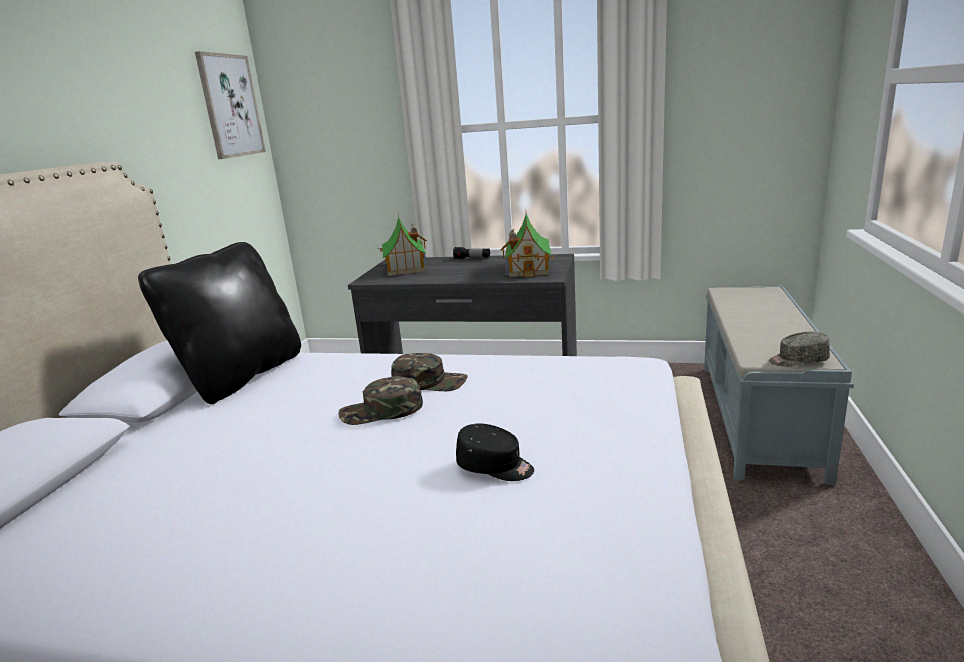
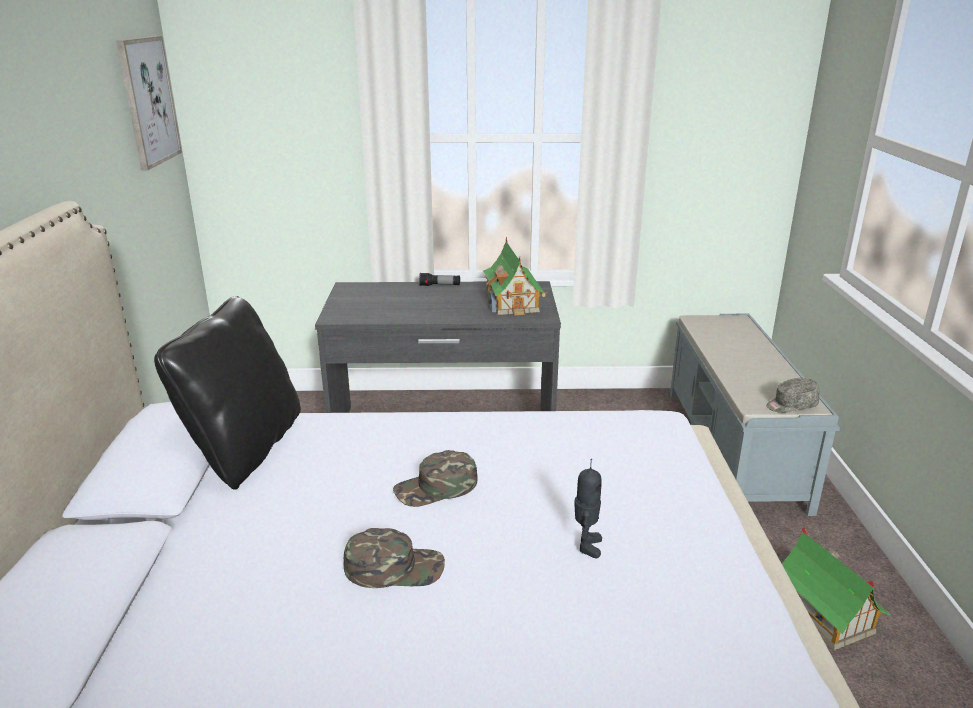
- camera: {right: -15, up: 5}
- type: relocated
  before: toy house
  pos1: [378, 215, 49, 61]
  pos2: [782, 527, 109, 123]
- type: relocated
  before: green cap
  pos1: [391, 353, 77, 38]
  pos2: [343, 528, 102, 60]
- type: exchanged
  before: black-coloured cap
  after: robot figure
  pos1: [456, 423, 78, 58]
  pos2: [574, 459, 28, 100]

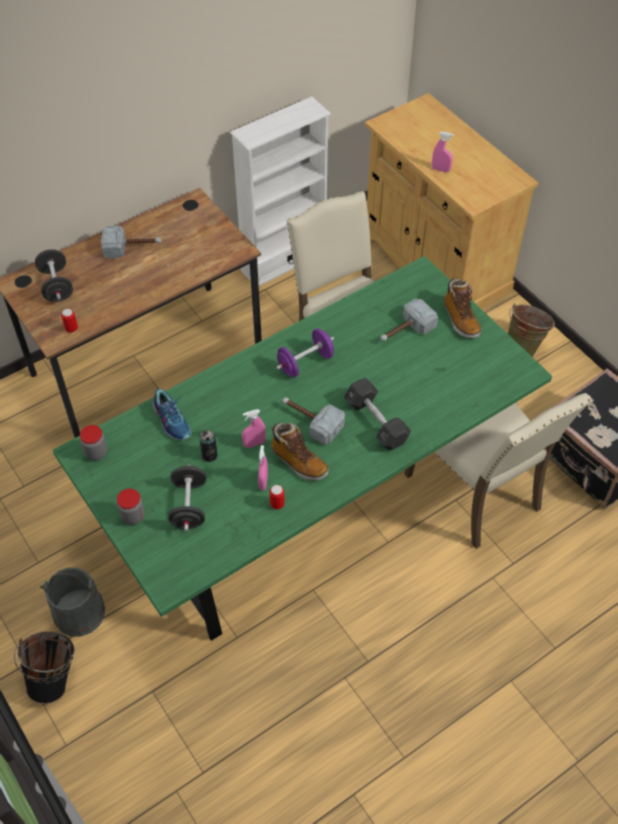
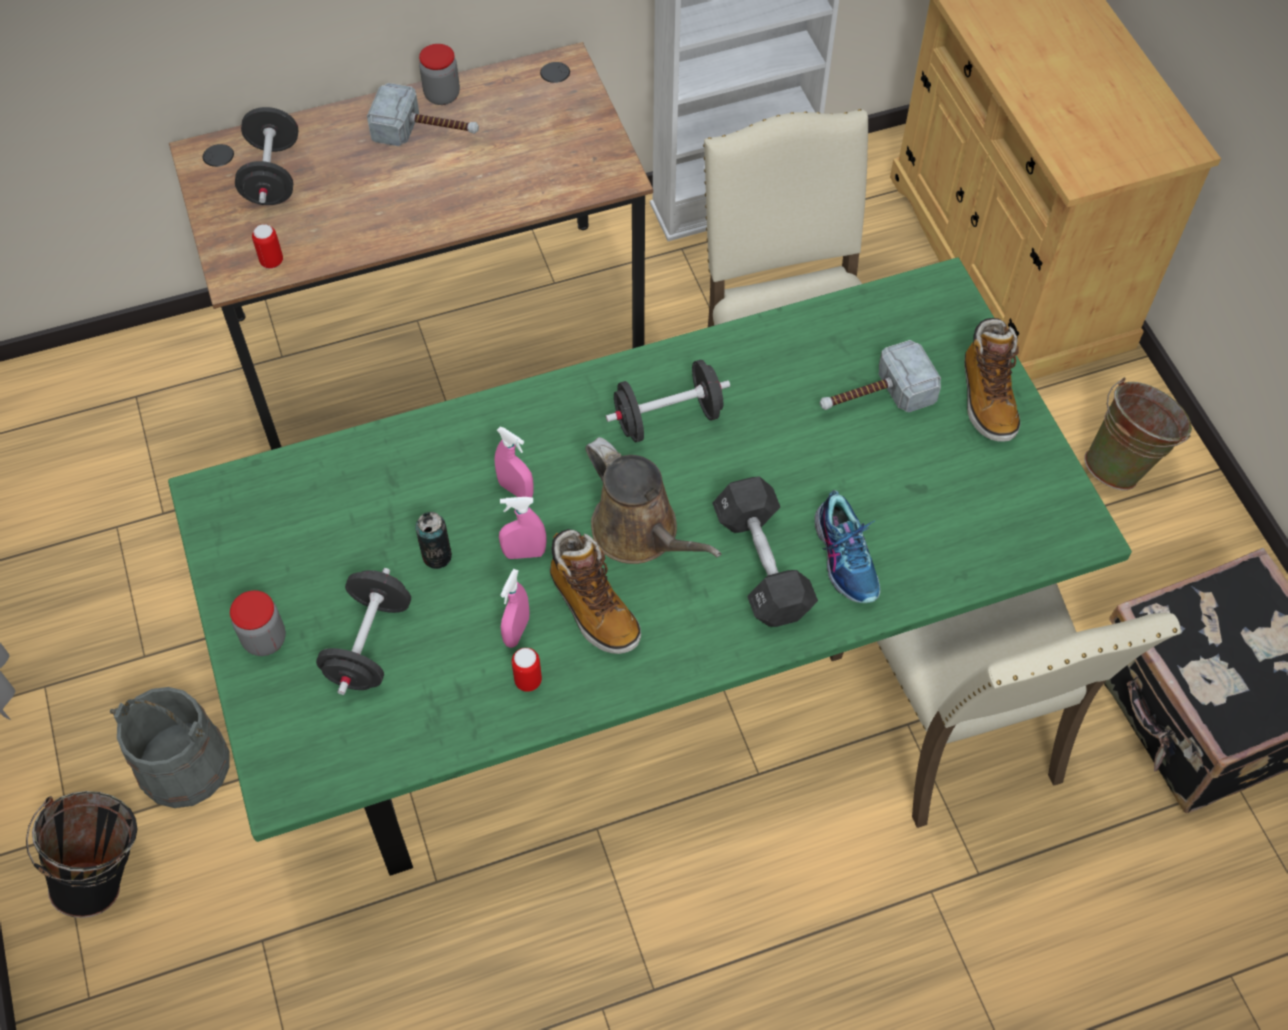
- camera: {right: 15, up: 5}
- type: relocated
  before: jar
  pos1: [80, 425, 27, 36]
  pos2: [419, 44, 41, 61]
- type: relocated
  before: item of footwear
  pos1: [152, 388, 39, 52]
  pos2: [815, 490, 65, 113]
- type: relocated
  before: pink hand sprayer
  pos1: [432, 131, 22, 41]
  pos2: [494, 426, 40, 71]
- type: exchanged
  before: hammer
  after: brown-coloured watering pot
  pos1: [282, 397, 63, 47]
  pos2: [586, 437, 135, 127]
- type: colour
  before: purple-coloured hand weight
  after: black-coloured hand weight
  pos1: [276, 328, 58, 49]
  pos2: [606, 360, 124, 82]

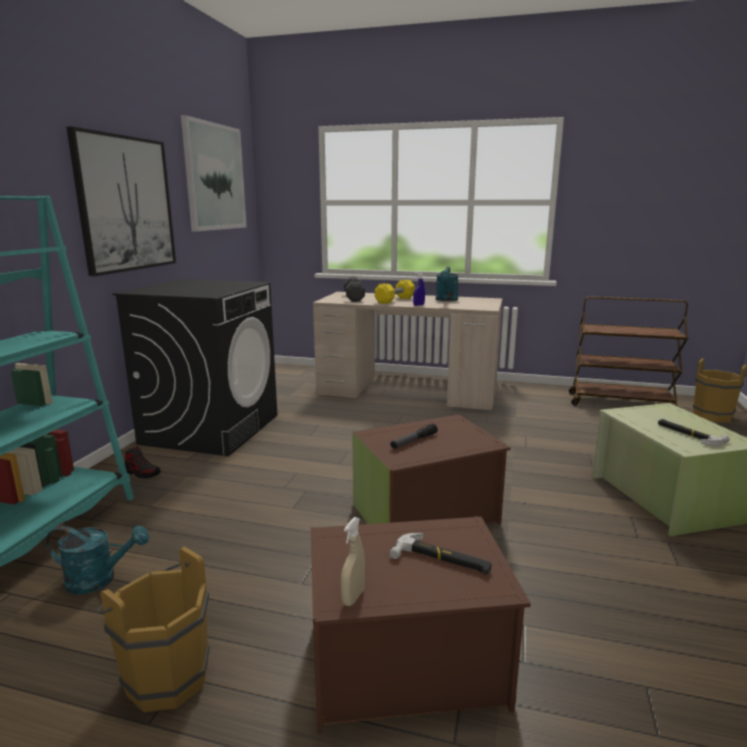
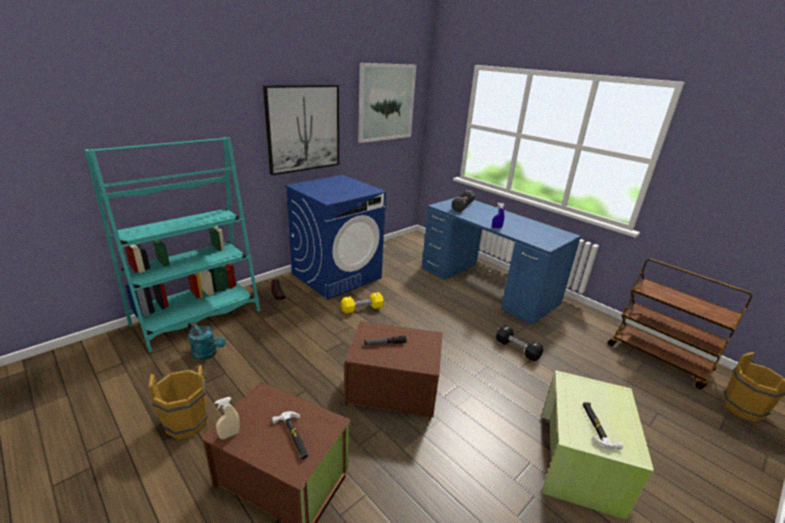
- camera: {right: 30, up: 10}
- type: missing
  before: turquoise-coloured watering pot
  pos1: [436, 267, 23, 34]
- type: appeared
  after: black-coloured hand weight
  pos2: [496, 325, 47, 37]
- type: relocated
  before: yellow hand weight
  pos1: [375, 280, 40, 24]
  pos2: [341, 292, 43, 22]
- type: colour
  before: black-coloured laundry appliance
  after: bluish laundry appliance
  pos1: [112, 279, 165, 177]
  pos2: [285, 175, 101, 125]
- type: colour
  before: beige desk table
  after: bluish desk table
  pos1: [313, 292, 189, 118]
  pos2: [422, 197, 159, 128]

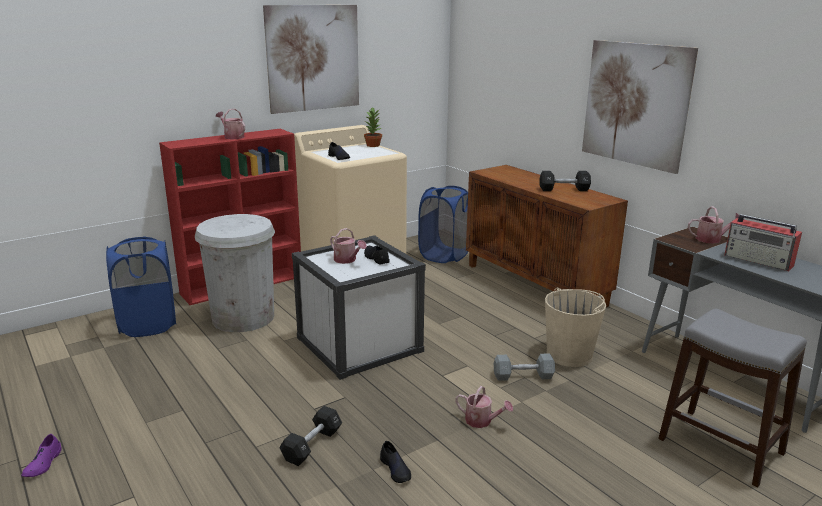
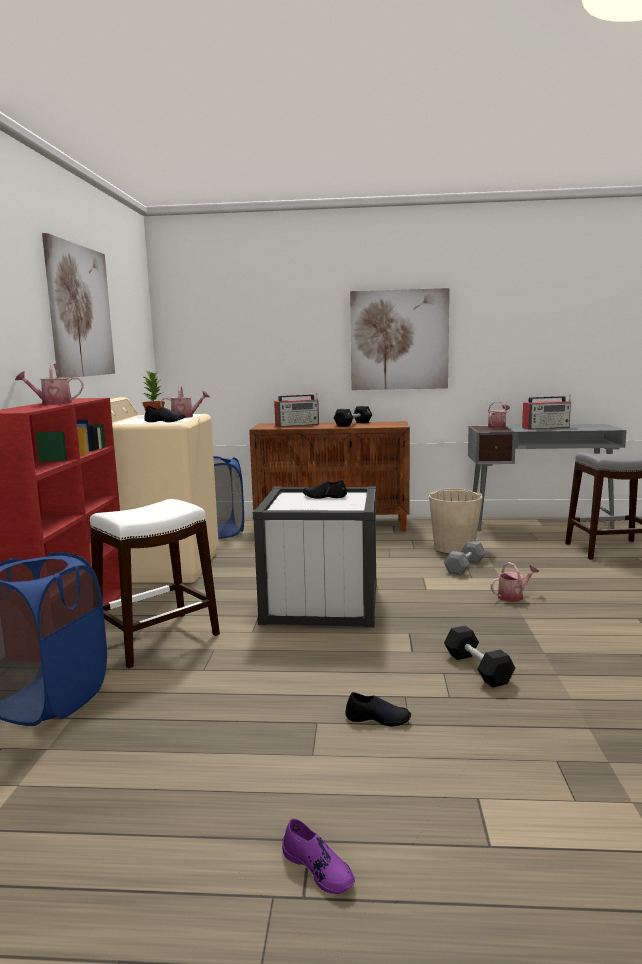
- camera: {right: -50, up: -10}
- type: appeared
  after: radio set
  pos2: [274, 393, 45, 34]
- type: relocated
  before: watering pot
  pos1: [330, 228, 37, 36]
  pos2: [160, 386, 50, 32]
- type: relocated
  before: black-coloured item of footwear
  pos1: [380, 441, 31, 42]
  pos2: [345, 692, 66, 34]
- type: exchanged
  before: whitish trash can
  after: whitish stool
  pos1: [195, 214, 80, 118]
  pos2: [90, 499, 130, 169]

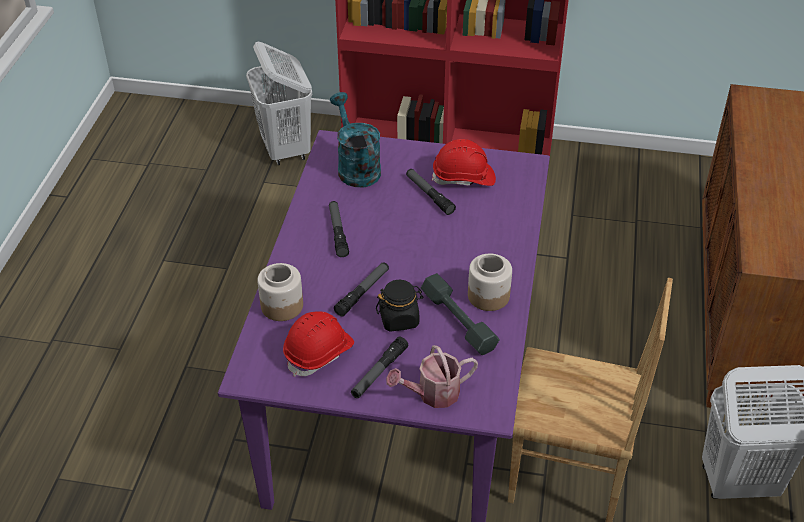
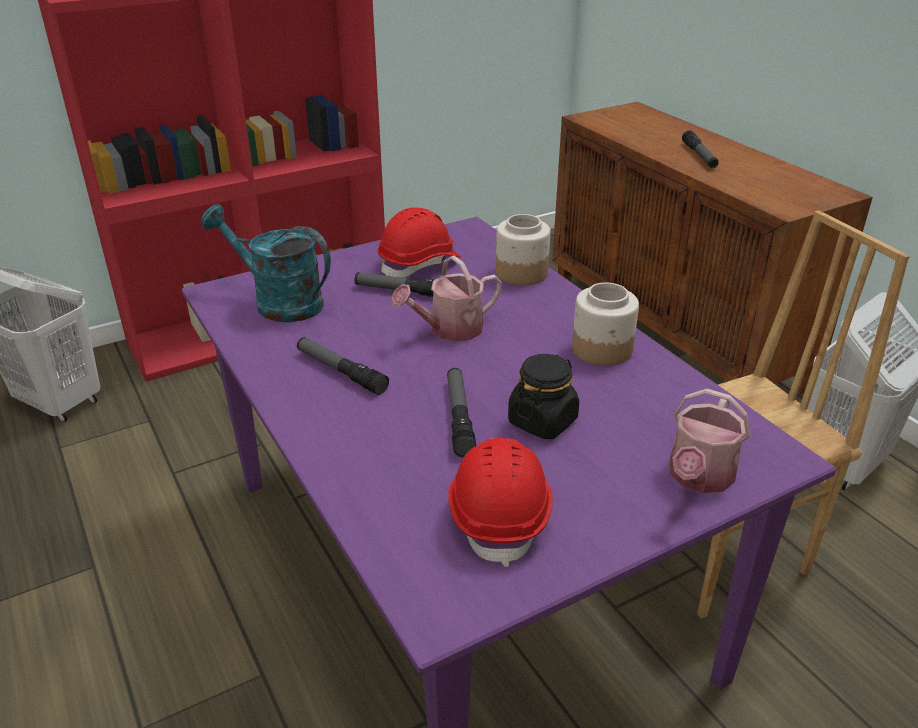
- camera: {right: -40, up: -10}
- type: missing
  before: greyish hand weight
  pos1: [421, 273, 79, 82]
- type: appeared
  after: watering pot
  pos2: [391, 255, 111, 87]
- type: relocated
  before: jar
  pos1: [257, 263, 46, 58]
  pos2: [496, 214, 54, 72]
- type: relocated
  before: flashlight
  pos1: [351, 337, 57, 61]
  pos2: [682, 130, 37, 38]

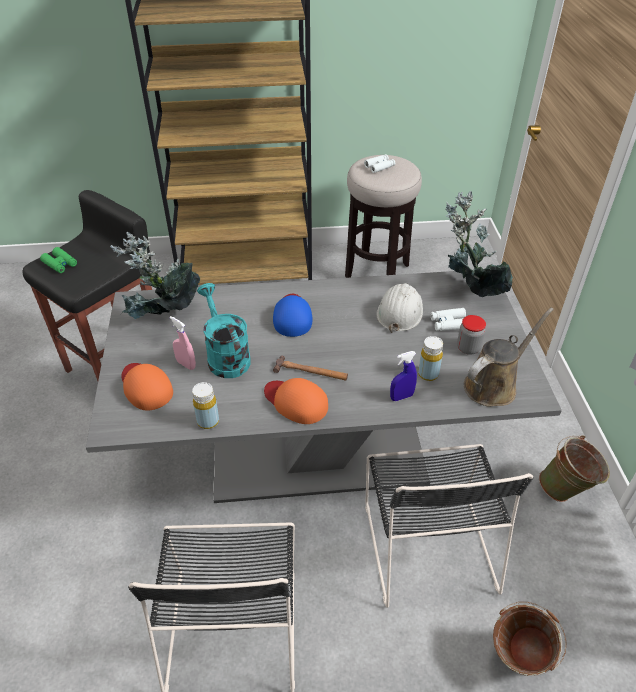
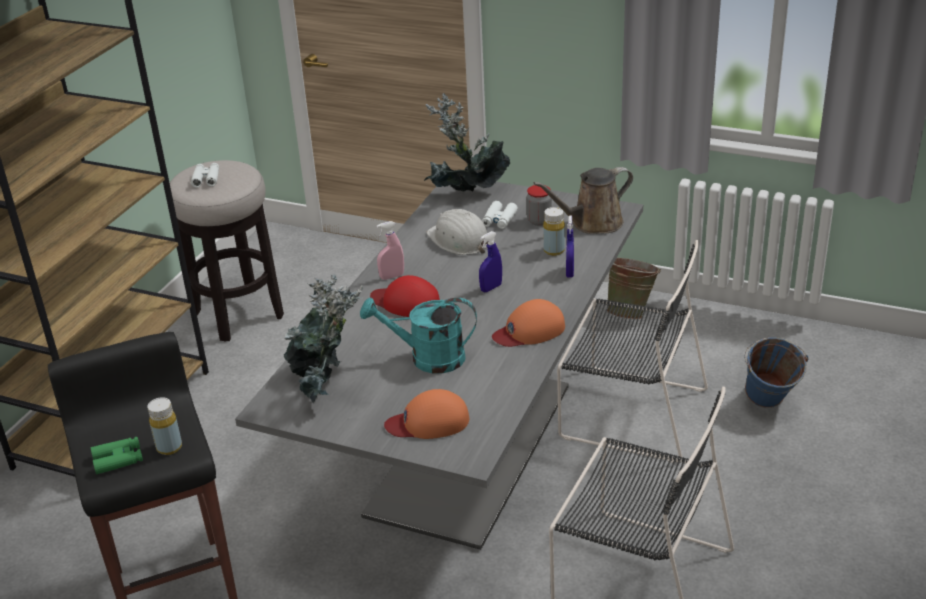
- camera: {right: -60, up: -10}
- type: missing
  before: hammer
  pos1: [273, 356, 75, 25]
- type: appeared
  after: bluish hand sprayer
  pos2: [479, 231, 23, 61]
- type: relocated
  before: pink hand sprayer
  pos1: [170, 316, 26, 54]
  pos2: [377, 221, 27, 59]
- type: relocated
  before: yellow drink bottle
  pos1: [192, 382, 27, 47]
  pos2: [147, 397, 35, 58]
- type: colour
  before: bluish cap
  after: red-coloured cap
  pos1: [273, 294, 40, 43]
  pos2: [370, 275, 70, 42]
- type: colour
  before: brown-coloured bucket
  after: bluish bucket
  pos1: [493, 602, 74, 74]
  pos2: [744, 337, 65, 71]
- type: spun
  before: brown-coloured watering pot
  pos1: [464, 308, 90, 99]
  pos2: [533, 167, 100, 67]
  turn: -105

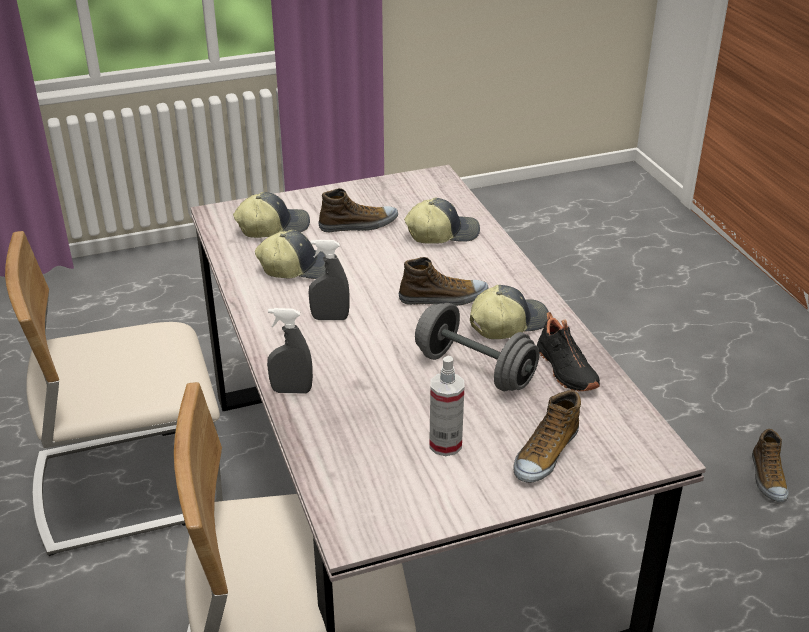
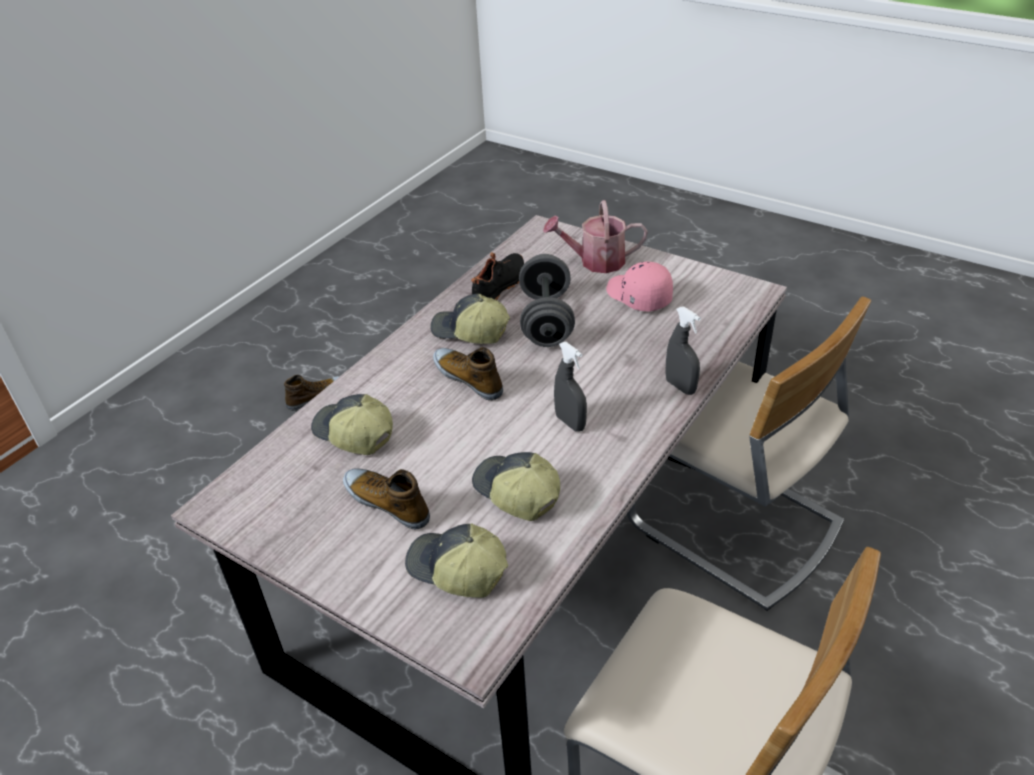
- camera: {right: -125, up: 5}
- type: exchanged
  before: hand sprayer
  after: pink cap
  pos1: [429, 356, 35, 100]
  pos2: [606, 262, 67, 50]
- type: exchanged
  before: item of footwear
  after: watering pot
  pos1: [513, 390, 68, 93]
  pos2: [543, 200, 105, 73]

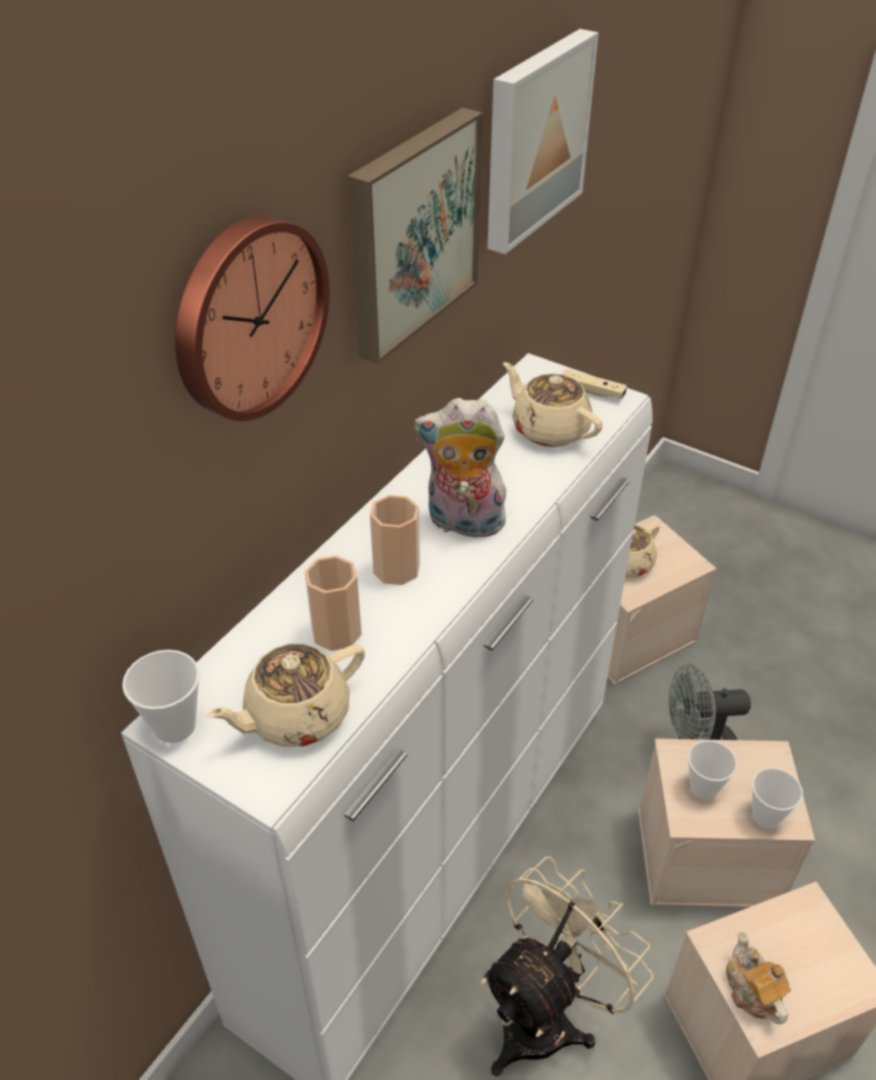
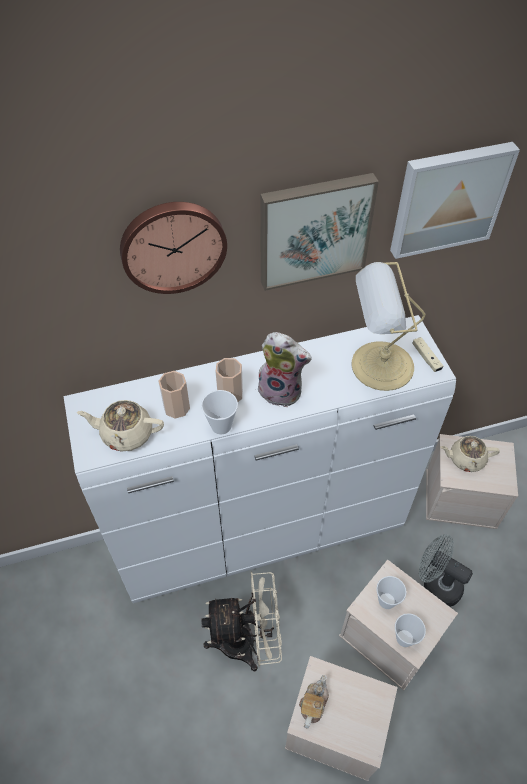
- camera: {right: 40, up: 10}
- type: relocated
  before: drinking cup
  pos1: [122, 650, 78, 93]
  pos2: [201, 390, 37, 44]
- type: exchanged
  before: beige tea pot
  after: table lamp
  pos1: [503, 362, 100, 85]
  pos2: [352, 262, 73, 129]
- type: spun
  before: plush toy
  pos1: [414, 398, 95, 140]
  pos2: [258, 332, 54, 75]
  turn: 150

